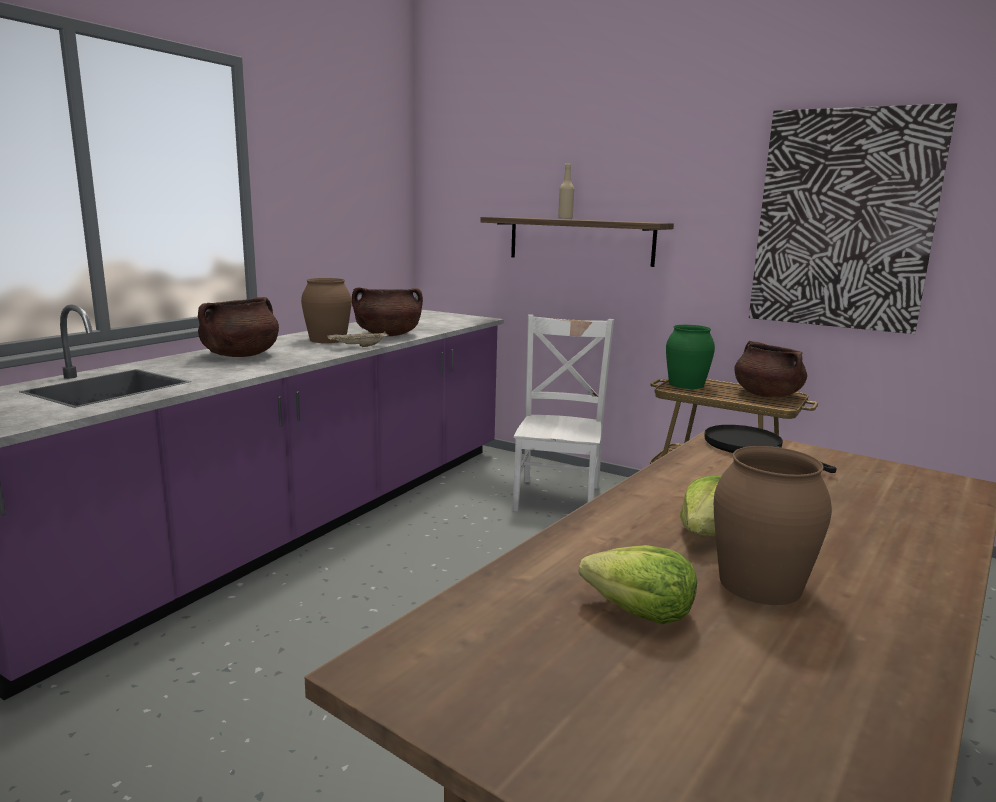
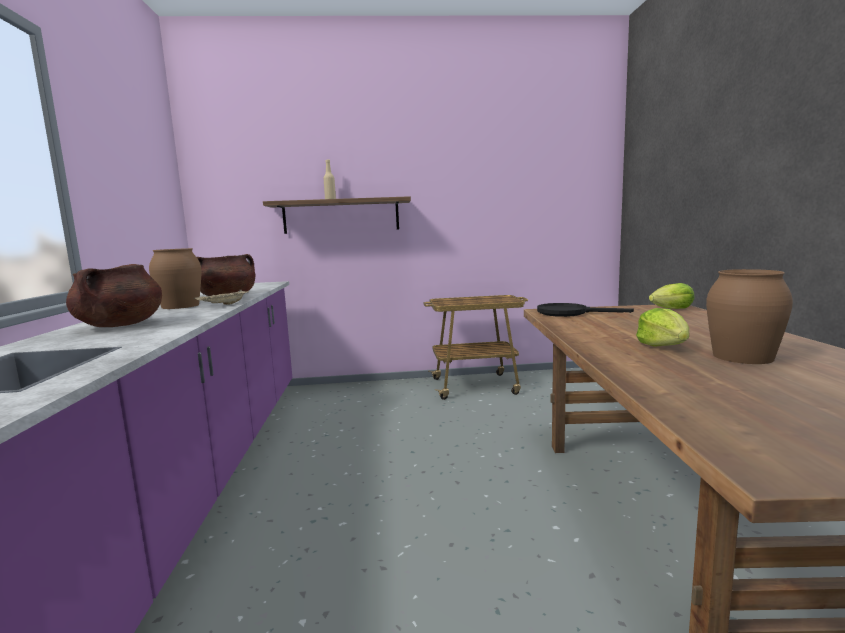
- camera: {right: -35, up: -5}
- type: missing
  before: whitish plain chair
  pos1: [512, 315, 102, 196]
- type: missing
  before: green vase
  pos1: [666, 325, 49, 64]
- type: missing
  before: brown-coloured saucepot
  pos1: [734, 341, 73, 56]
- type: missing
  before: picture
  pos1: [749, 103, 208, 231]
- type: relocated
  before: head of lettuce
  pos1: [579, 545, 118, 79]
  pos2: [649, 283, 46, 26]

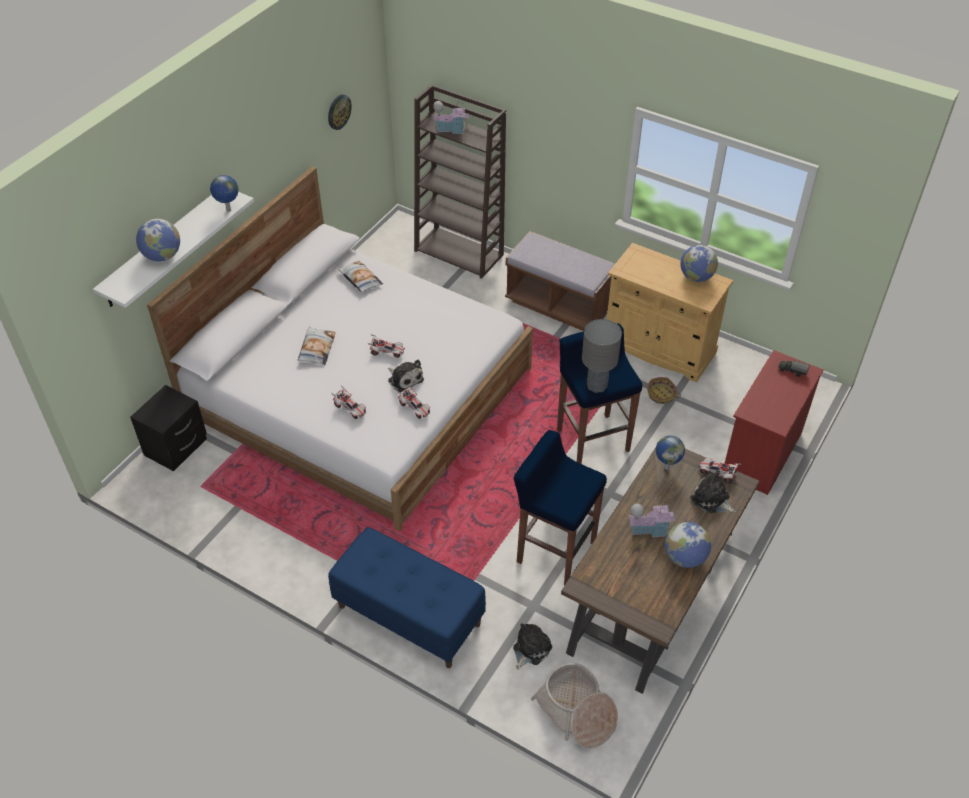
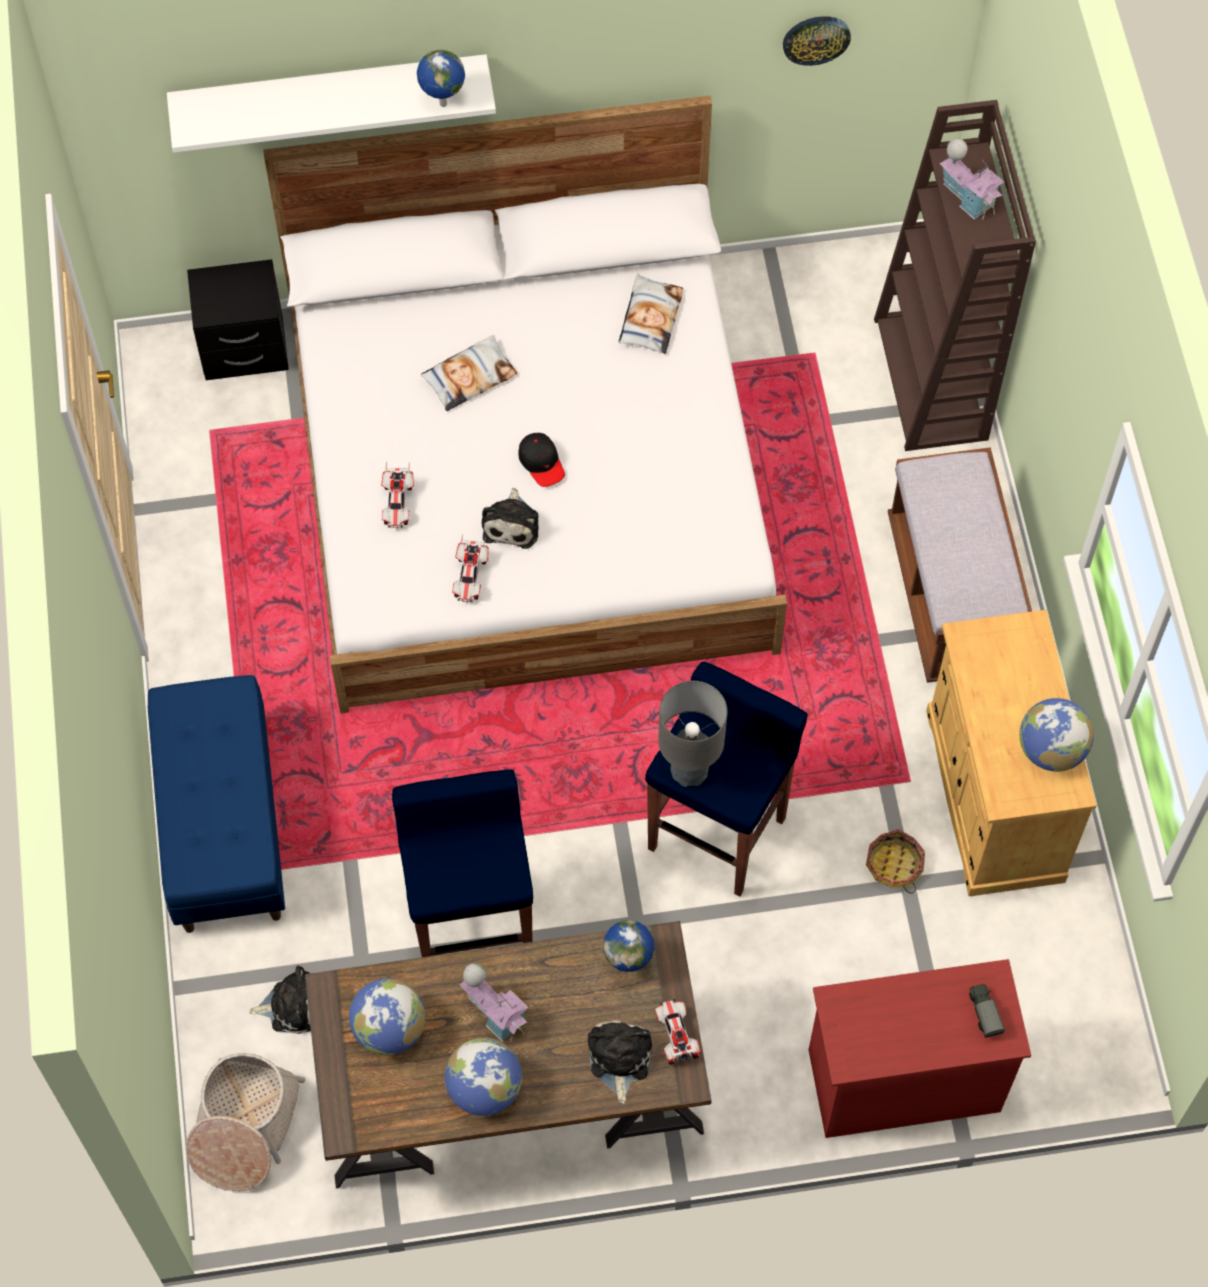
- camera: {right: 50, up: 15}
- type: relocated
  before: globe
  pos1: [136, 219, 44, 42]
  pos2: [349, 978, 77, 77]
- type: exchanged
  before: toy car
  after: black-coloured cap
  pos1: [368, 334, 37, 24]
  pos2: [518, 433, 47, 54]

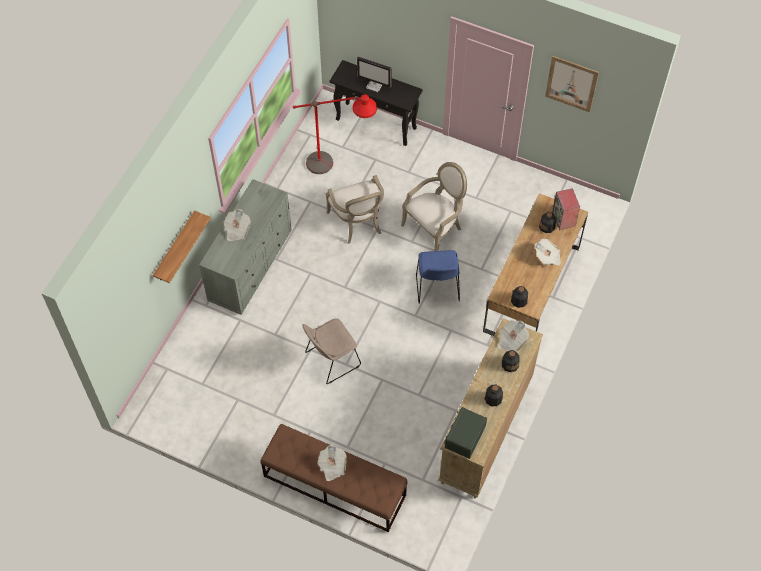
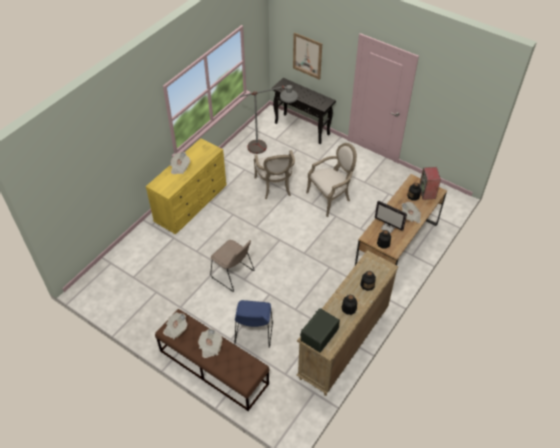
- camera: {right: 10, up: -10}
- type: missing
  before: wall shelf
  pos1: [153, 210, 58, 73]
- type: relocated
  before: computer display
  pos1: [357, 57, 35, 35]
  pos2: [375, 201, 32, 32]
- type: relocated
  before: bluish plain chair
  pos1: [416, 250, 44, 54]
  pos2: [234, 300, 39, 48]
- type: relocated
  before: newspaper
  pos1: [498, 320, 31, 32]
  pos2: [163, 312, 24, 27]
- type: relocated
  before: picture
  pos1: [545, 56, 54, 56]
  pos2: [293, 32, 29, 48]
- type: colour
  before: greyish drawer chest
  after: yellow drawer chest
  pos1: [199, 179, 93, 136]
  pos2: [146, 138, 81, 96]
- type: colour
  before: red-coloured floor lamp
  after: greyish floor lamp
  pos1: [293, 94, 84, 80]
  pos2: [240, 85, 58, 69]
- type: spun
  before: beige plain chair
  pos1: [302, 318, 59, 66]
  pos2: [210, 240, 45, 52]
  turn: -120

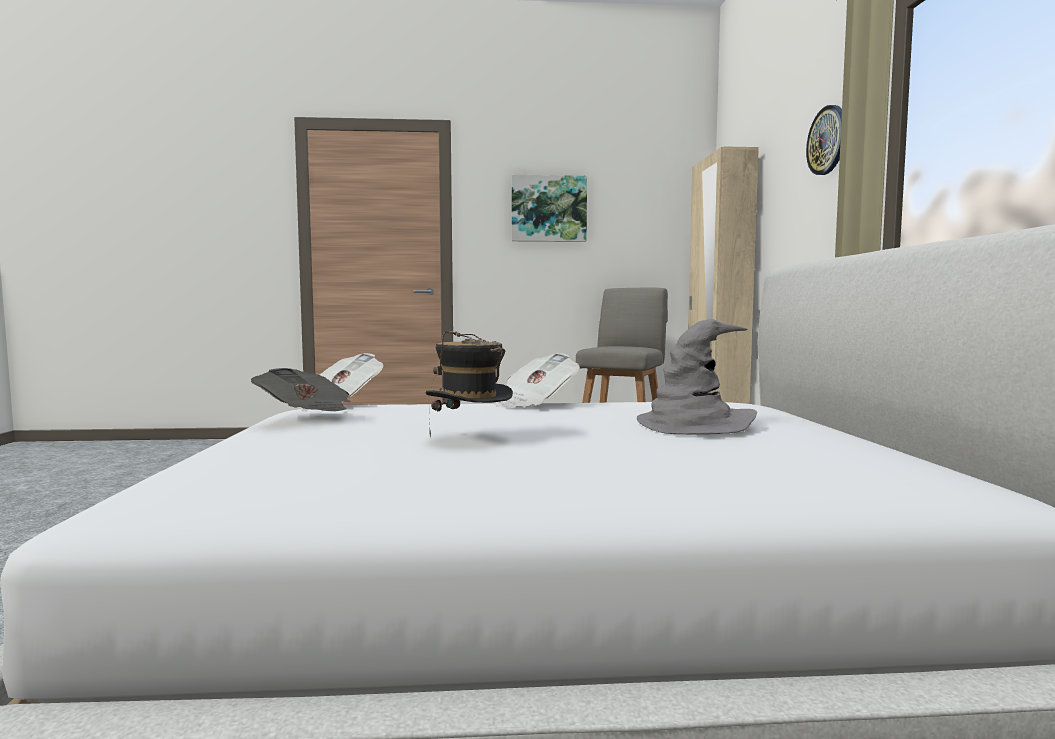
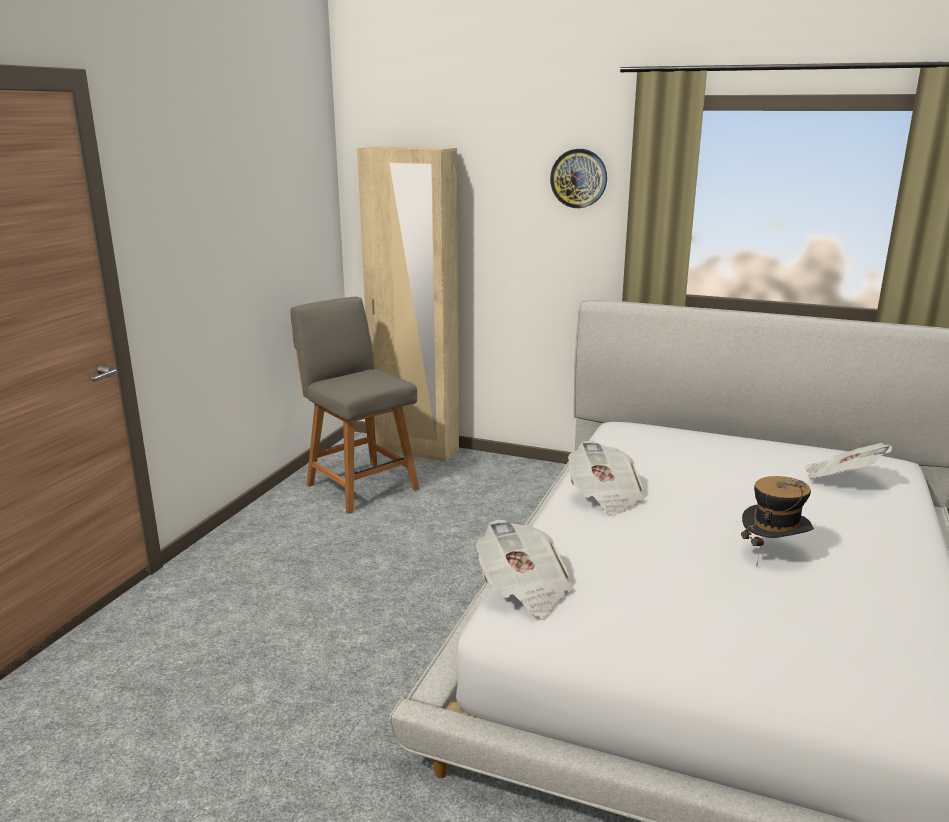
- camera: {right: -65, up: 15}
- type: missing
  before: picture
  pos1: [512, 175, 75, 67]
- type: missing
  before: greyish clothing hat
  pos1: [637, 319, 120, 115]
- type: relocated
  before: newspaper
  pos1: [251, 368, 100, 43]
  pos2: [805, 443, 87, 36]

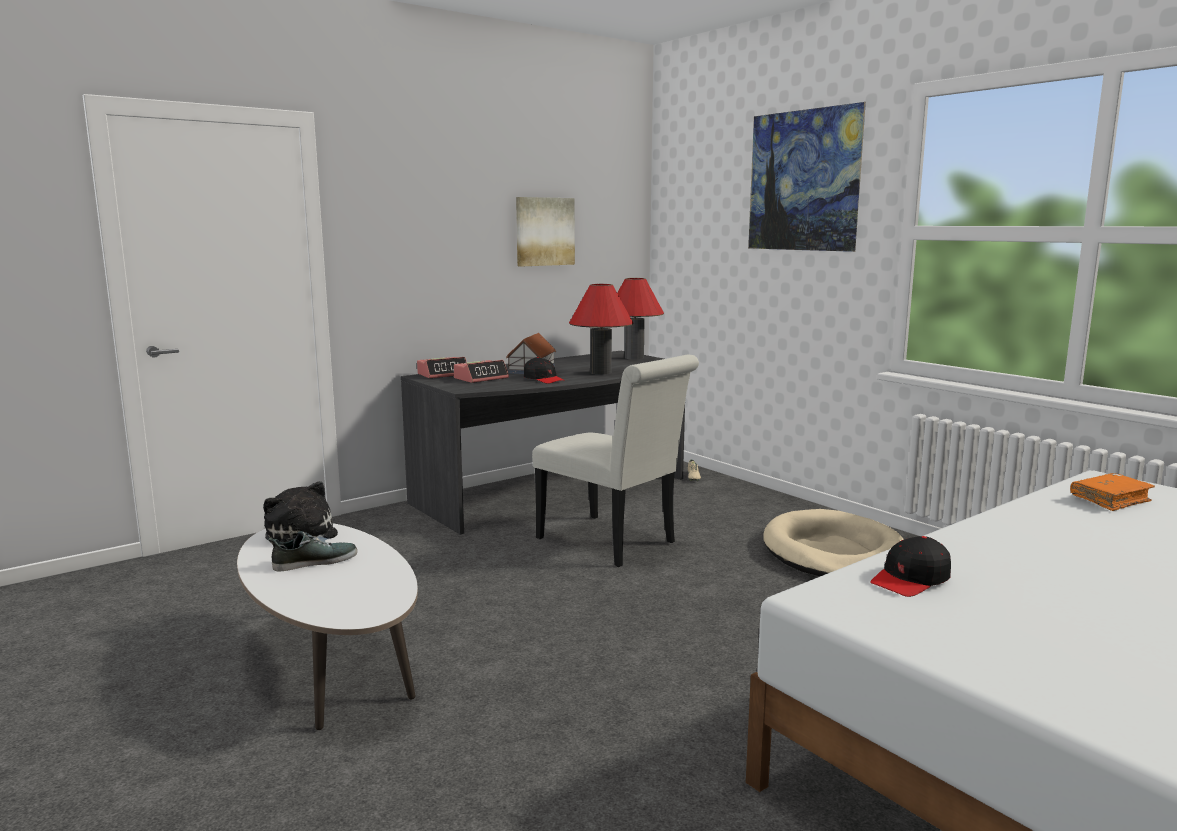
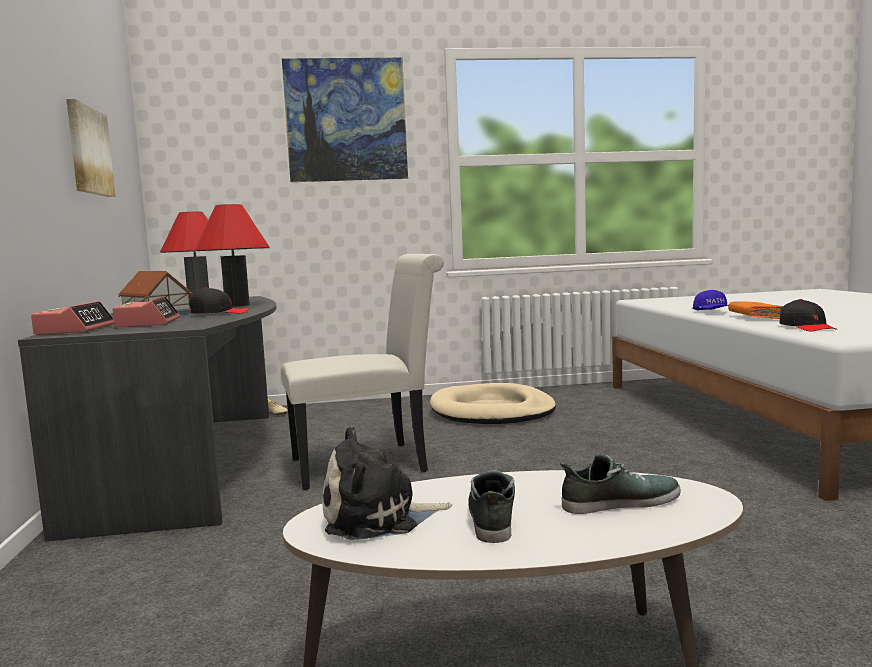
- camera: {right: -60, up: -5}
- type: appeared
  after: item of footwear
  pos2: [560, 454, 121, 60]
- type: appeared
  after: bluish cap
  pos2: [693, 290, 35, 20]
- type: relocated
  before: orange-coloured bound book
  pos1: [1070, 473, 85, 38]
  pos2: [728, 302, 55, 17]

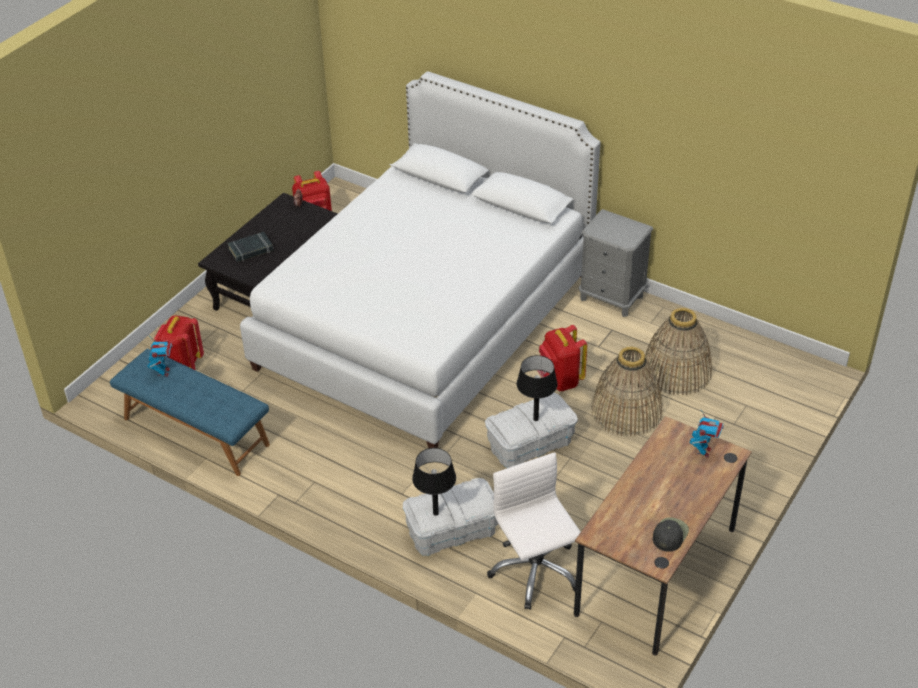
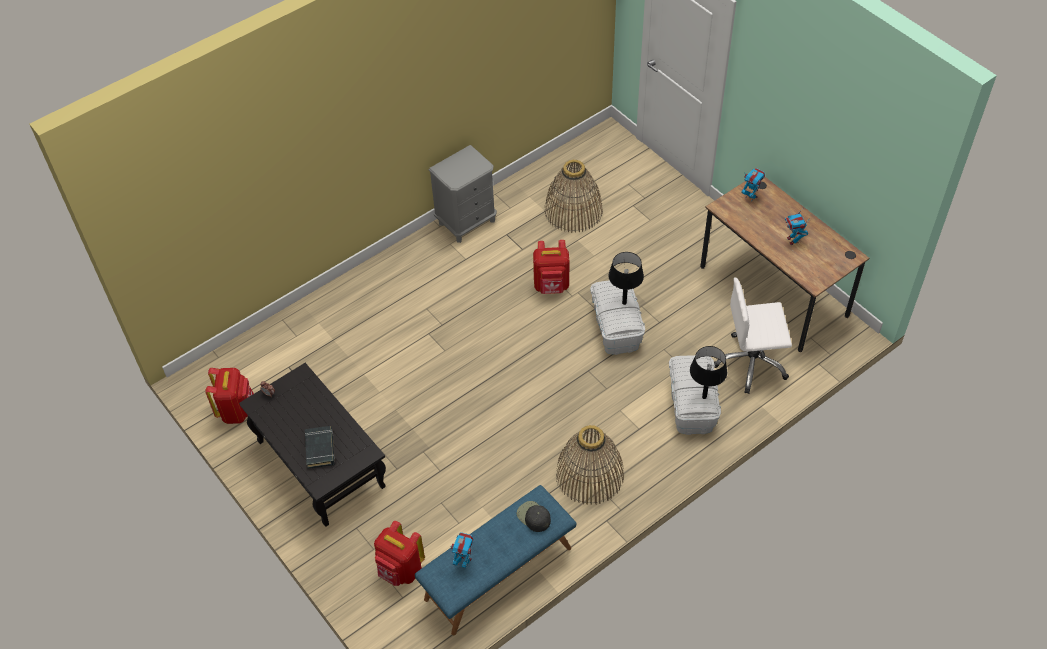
- camera: {right: -70, up: 10}
- type: missing
  before: whitish bedroom bed
  pos1: [240, 71, 361, 377]
- type: appeared
  after: robot figure
  pos2: [785, 211, 23, 34]
- type: relocated
  before: household basket
  pos1: [591, 347, 72, 89]
  pos2: [556, 425, 68, 80]
- type: relocated
  before: black-coloured cap
  pos1: [653, 517, 36, 35]
  pos2: [517, 501, 34, 31]

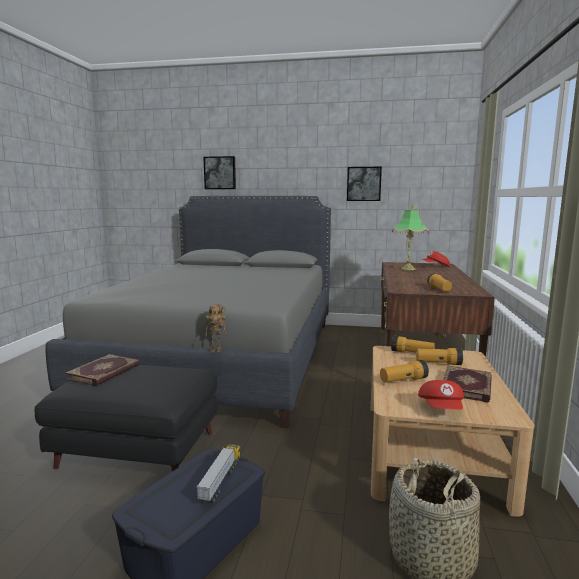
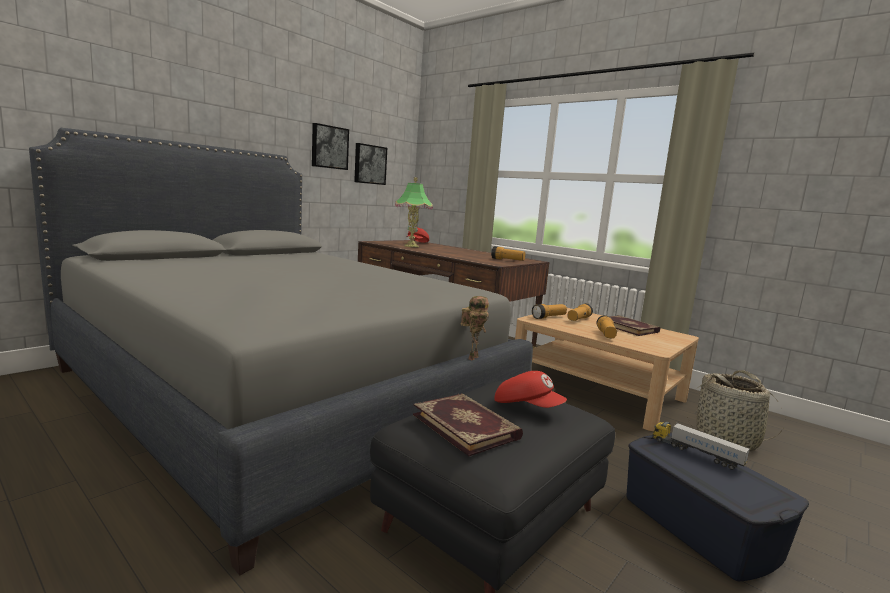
- camera: {right: -60, up: 0}
- type: relocated
  before: picture
  pos1: [203, 156, 33, 33]
  pos2: [354, 143, 33, 42]
- type: relocated
  before: red-coloured cap
  pos1: [418, 380, 46, 29]
  pos2: [494, 371, 73, 37]

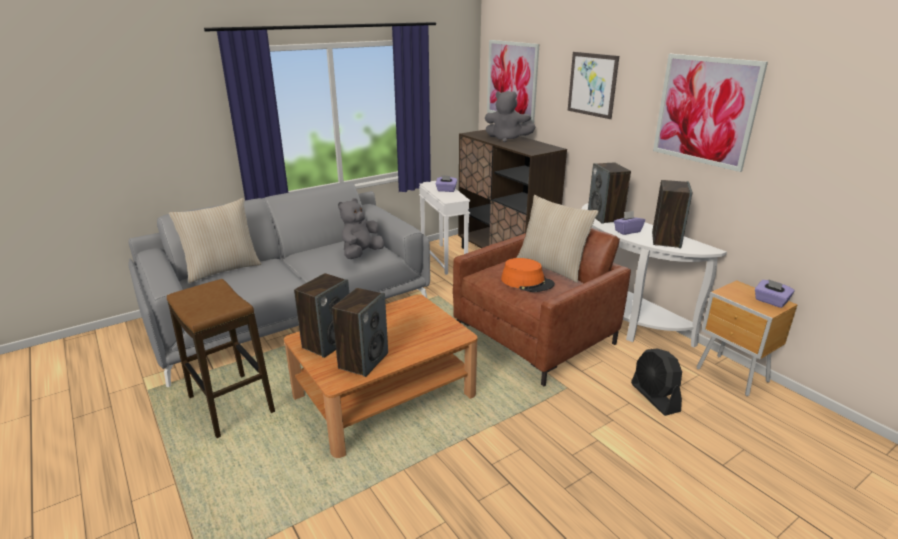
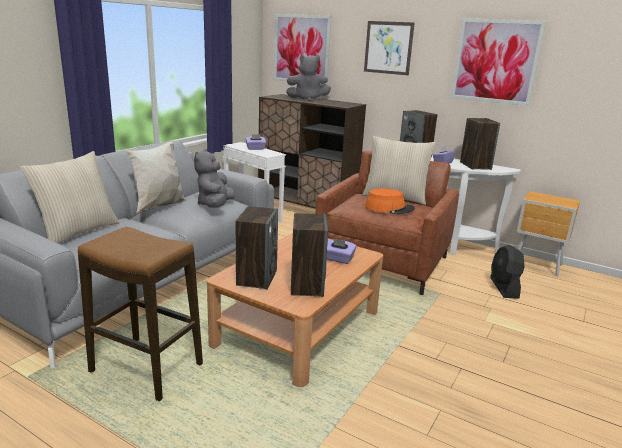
- camera: {right: -25, up: -5}
- type: appeared
  after: whitish pillow
  pos2: [125, 141, 61, 72]
- type: relocated
  before: purple-coloured box of tissues
  pos1: [755, 279, 40, 29]
  pos2: [326, 238, 30, 26]
- type: spun
  before: black-coloured cooling fan
  pos1: [631, 349, 51, 67]
  pos2: [490, 245, 34, 54]
  turn: 45

